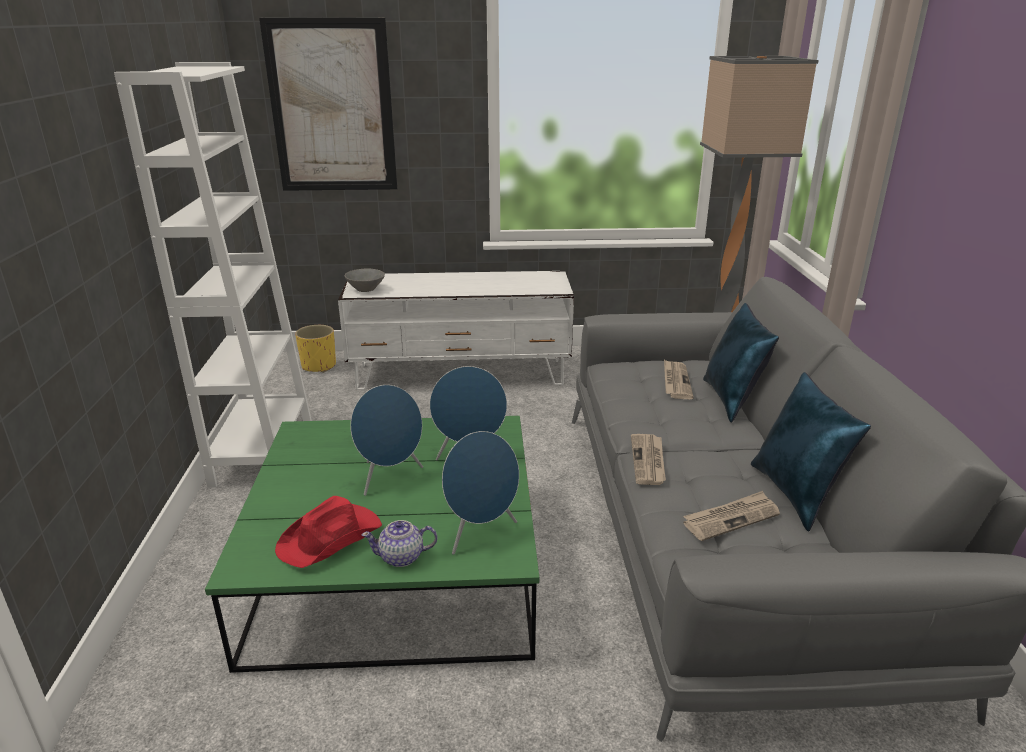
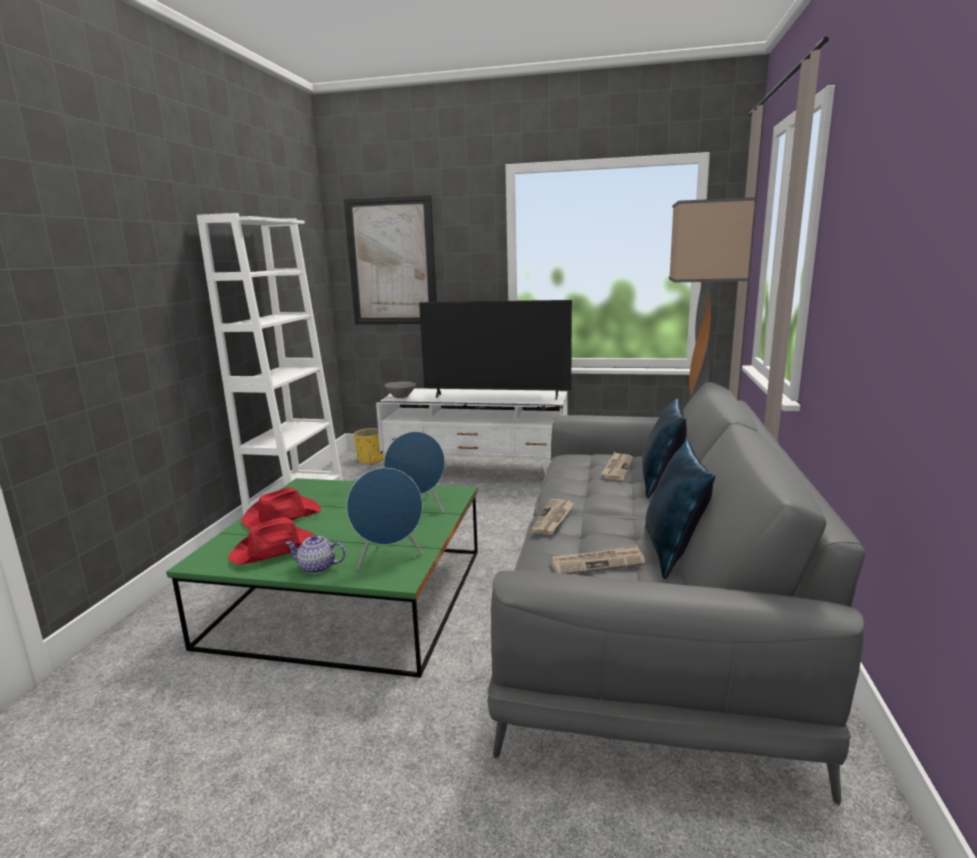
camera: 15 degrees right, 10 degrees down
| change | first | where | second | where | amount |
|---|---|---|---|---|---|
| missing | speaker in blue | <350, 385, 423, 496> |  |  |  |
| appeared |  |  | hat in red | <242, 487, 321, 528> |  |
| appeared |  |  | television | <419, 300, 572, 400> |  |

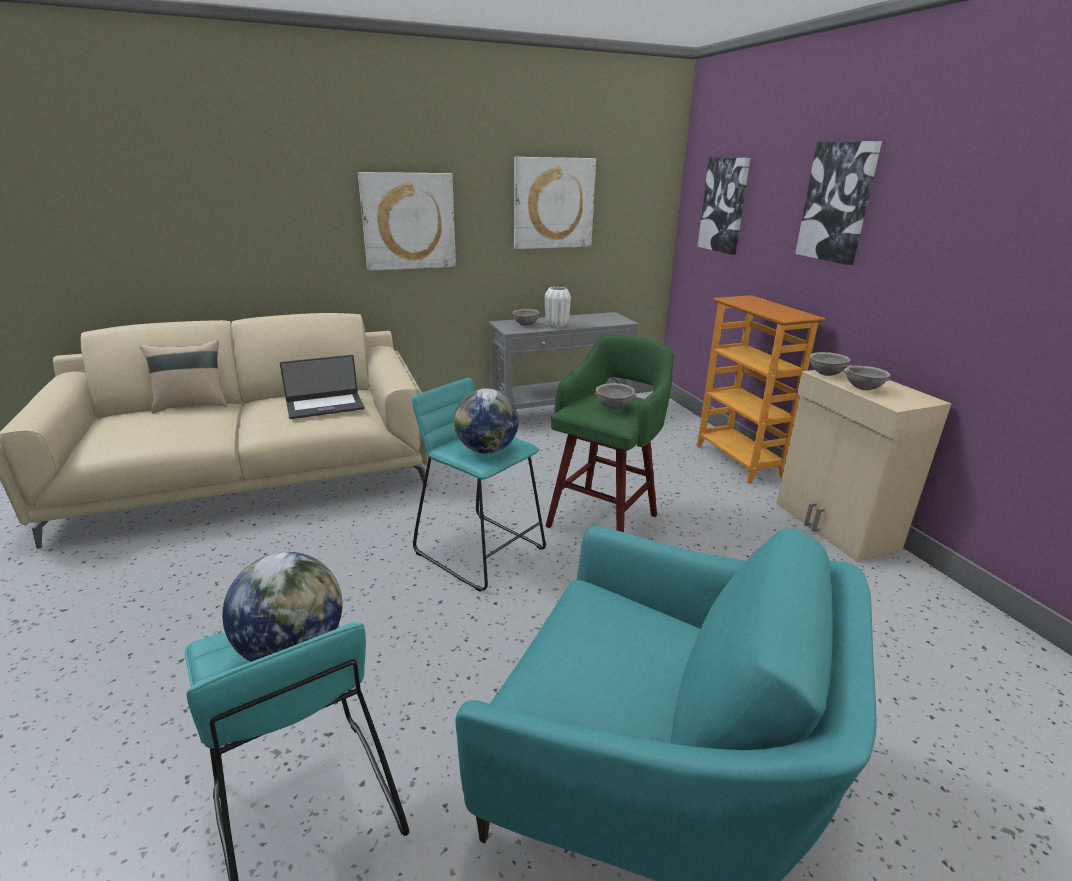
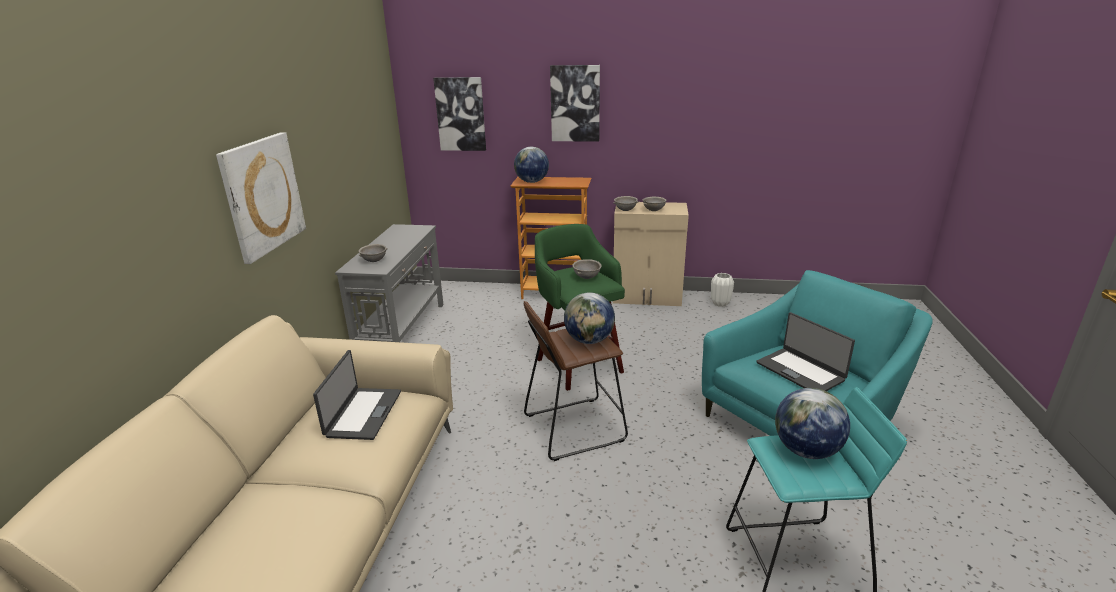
camera: 60 degrees left, 0 degrees up
| change | first | where | second | where | amount |
|---|---|---|---|---|---|
| missing | pillow in beige | <140, 340, 227, 413> |  |  |  |
| colour | stool in turquoise | <412, 378, 546, 592> | stool in brown | <524, 301, 628, 461> |  |
| missing | picture | <514, 157, 596, 249> |  |  |  |
| relocated | vase in white | <545, 287, 571, 328> |  | <711, 273, 734, 307> |  |
| appeared |  |  | globe | <514, 147, 549, 183> |  |
| appeared |  |  | laptop | <756, 312, 855, 391> |  |

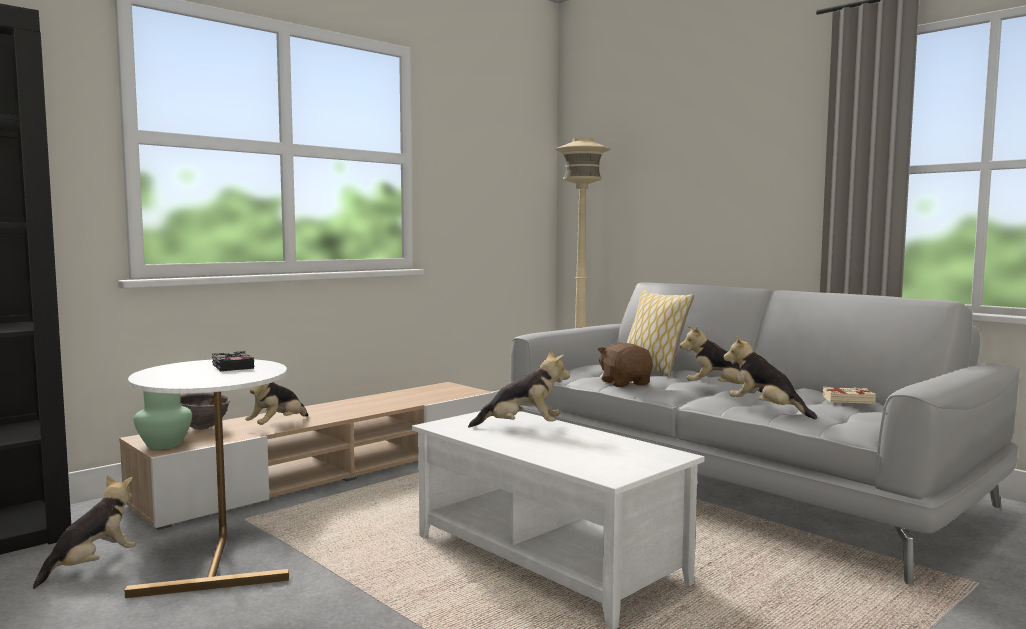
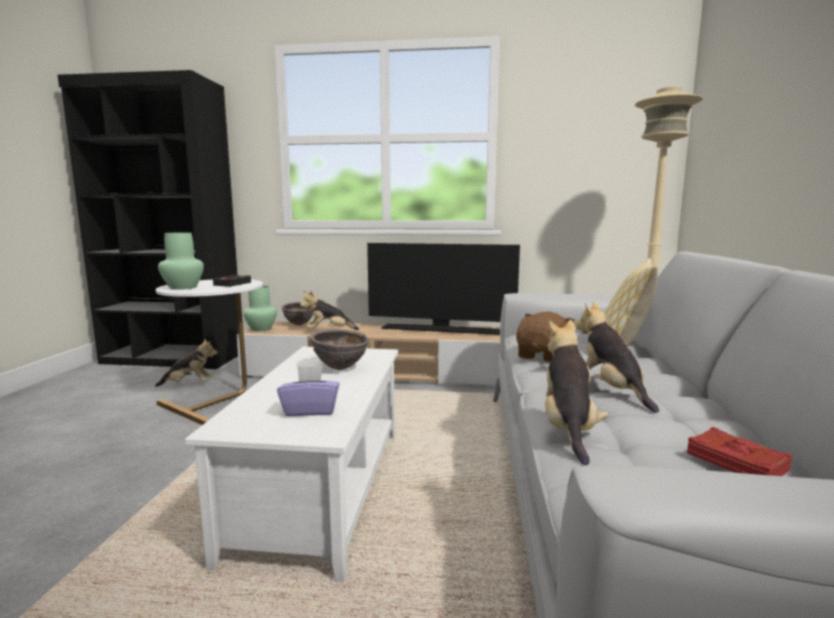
camera: 50 degrees right, 5 degrees up
| change | first | where | second | where | amount |
|---|---|---|---|---|---|
| exchanged | plush toy | <468, 350, 570, 428> | bowl in brown | <310, 329, 369, 370> |  |
| colour | book in beige | <823, 387, 876, 404> | book in red | <687, 427, 792, 476> |  |
| appeared |  |  | vase in green | <158, 232, 204, 290> |  |
| appeared |  |  | tissue box in purple | <277, 366, 339, 416> |  |
| appeared |  |  | television | <367, 243, 520, 335> |  |

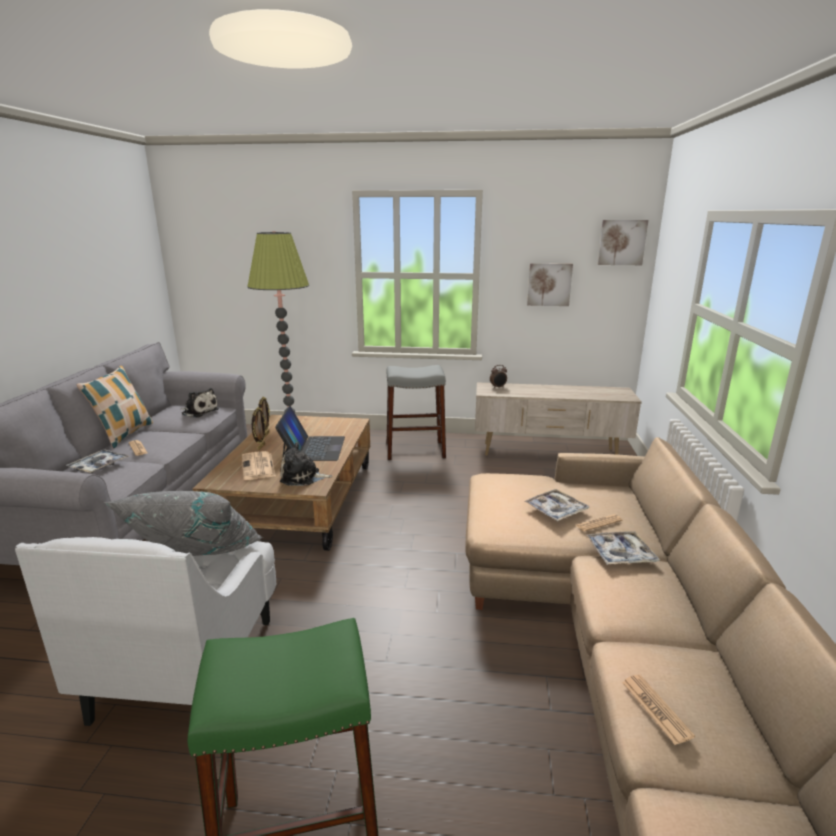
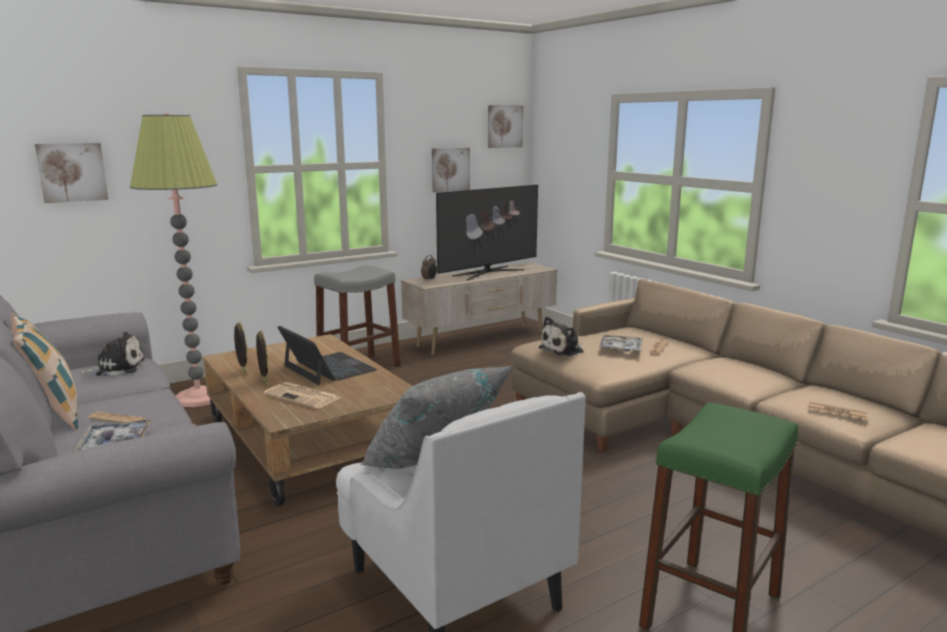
camera: 40 degrees left, 5 degrees down
| change | first | where | second | where | amount |
|---|---|---|---|---|---|
| relocated | plush toy | <280, 442, 332, 485> |  | <538, 317, 584, 356> |  |
| missing | tray | <586, 531, 660, 565> |  |  |  |
| appeared |  |  | picture | <35, 143, 109, 203> |  |
| appeared |  |  | television | <436, 185, 538, 280> |  |

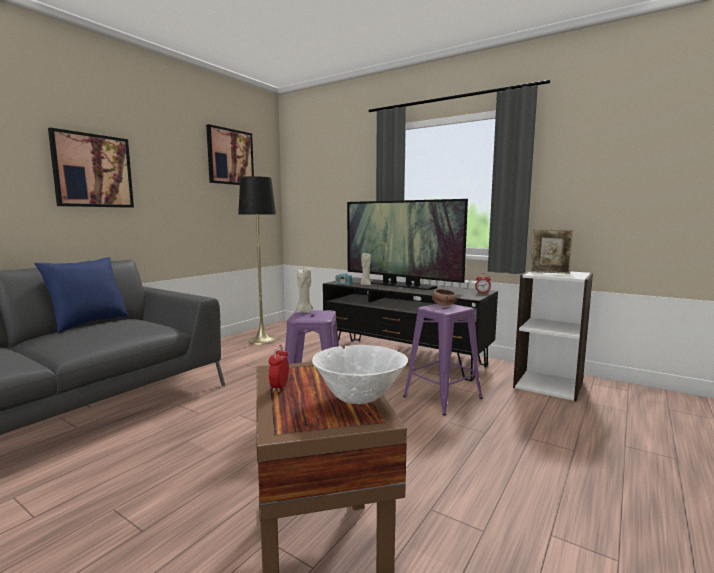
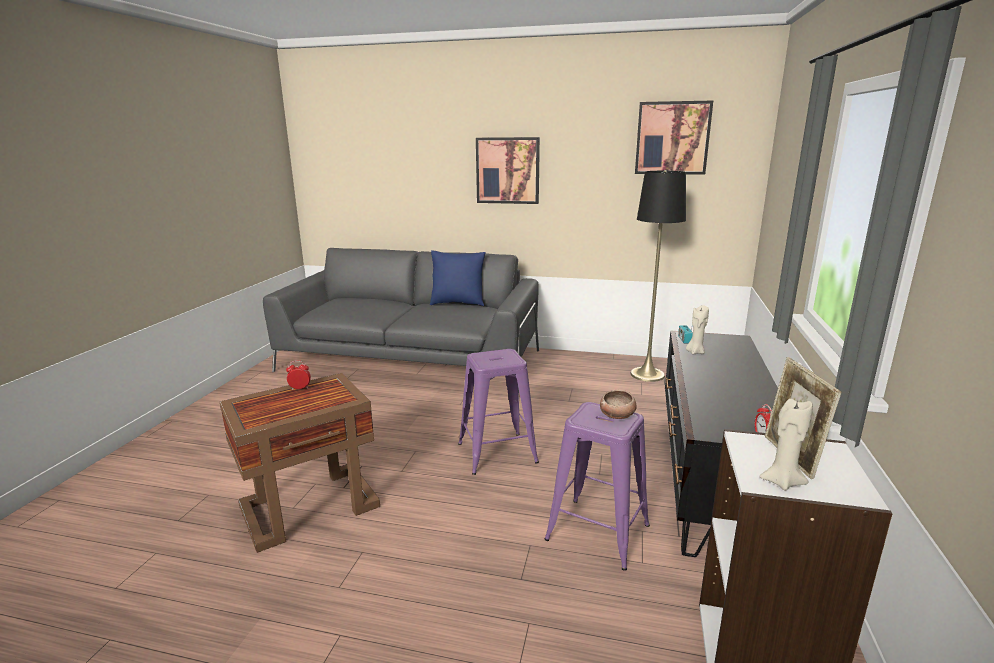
camera: 70 degrees right, 10 degrees up
| change | first | where | second | where | amount |
|---|---|---|---|---|---|
| relocated | candle in beige | <296, 267, 313, 313> |  | <759, 399, 813, 491> |  |
| missing | bowl in white | <312, 345, 408, 404> |  |  |  |
| missing | television | <347, 199, 468, 290> |  |  |  |

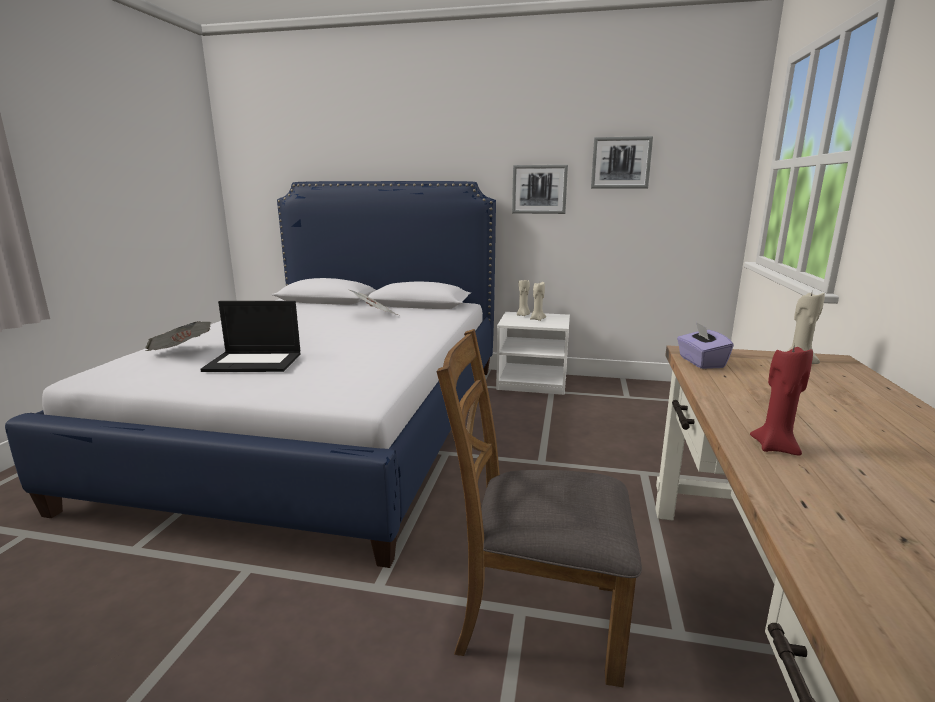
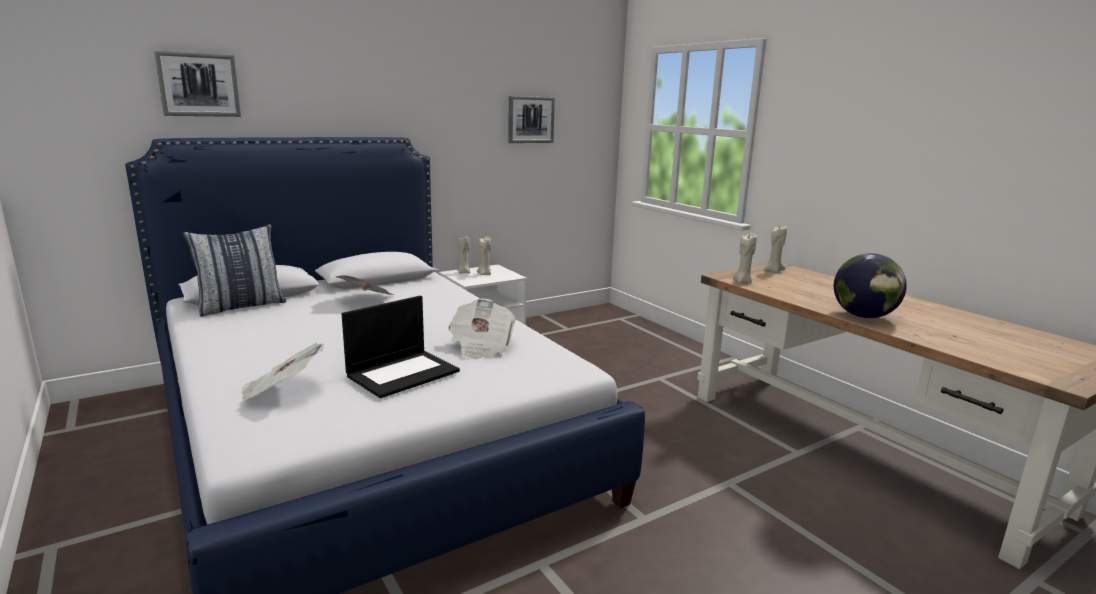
camera: 45 degrees left, 0 degrees up
| change | first | where | second | where | amount |
|---|---|---|---|---|---|
| missing | chair in brown | <436, 329, 642, 687> |  |  |  |
| relocated | picture | <512, 165, 568, 214> |  | <154, 51, 241, 117> |  |
| exchanged | tissue box in purple | <677, 322, 734, 369> | candle in beige | <733, 233, 757, 284> |  |
| exchanged | candle in red | <750, 343, 813, 456> | globe | <834, 253, 907, 318> |  |
| appeared |  |  | pillow | <183, 224, 286, 317> |  |
| appeared |  |  | newspaper | <448, 298, 516, 360> |  |

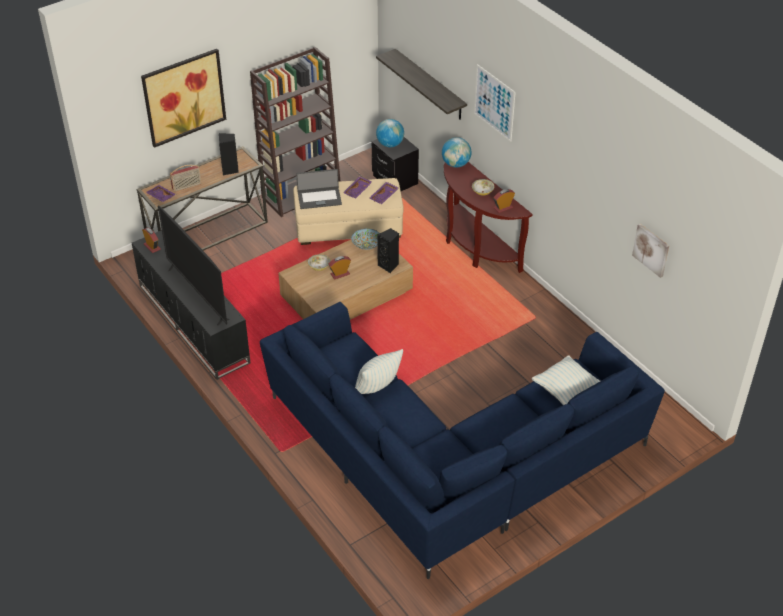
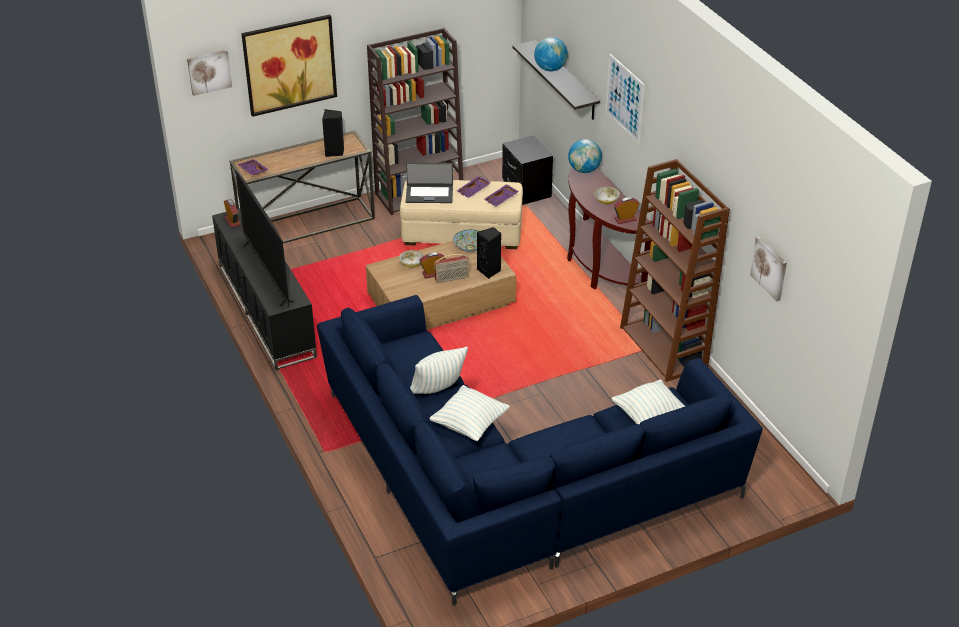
camera: 10 degrees right, 5 degrees down
| change | first | where | second | where | amount |
|---|---|---|---|---|---|
| relocated | radio | <170, 165, 201, 191> |  | <434, 254, 469, 283> |  |
| relocated | globe | <376, 119, 404, 147> |  | <534, 37, 568, 71> |  |
| appeared |  |  | picture | <187, 50, 232, 96> |  |
| appeared |  |  | pillow | <430, 385, 510, 441> |  |
| appeared |  |  | bookcase in brown | <620, 159, 730, 382> |  |

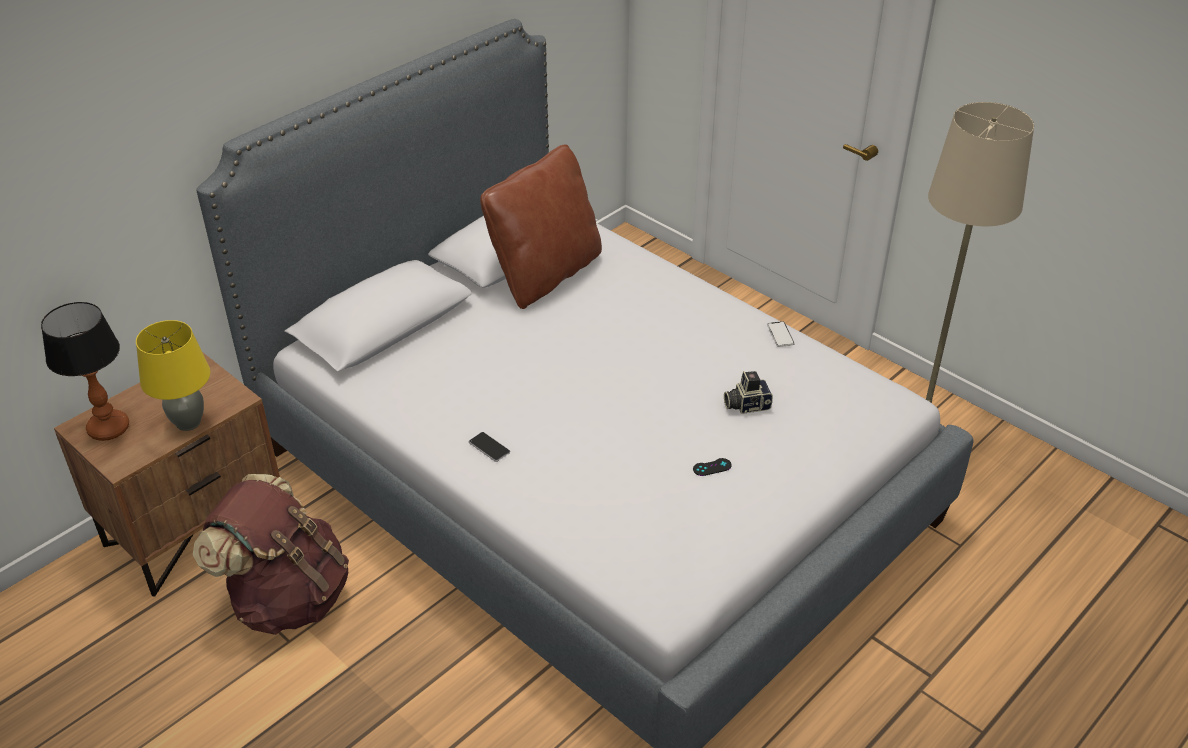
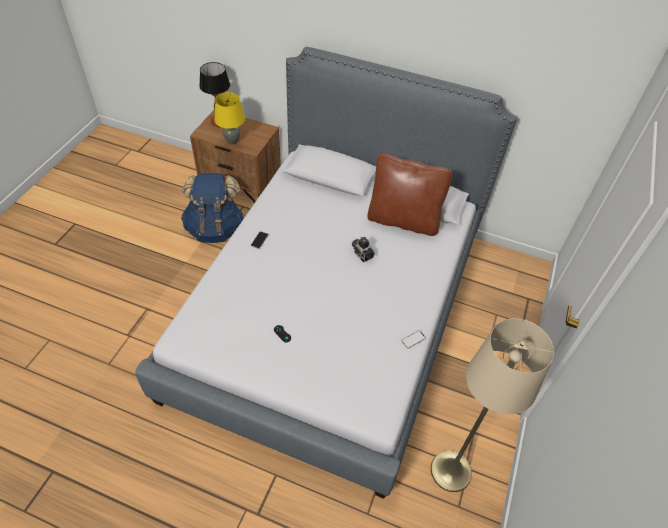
camera: 65 degrees right, 10 degrees up
| change | first | where | second | where | amount |
|---|---|---|---|---|---|
| colour | backpack in brown | <193, 474, 349, 635> | backpack in blue | <181, 173, 244, 243> |  |
| relocated | photo camera | <724, 371, 773, 414> |  | <352, 236, 375, 263> |  |

